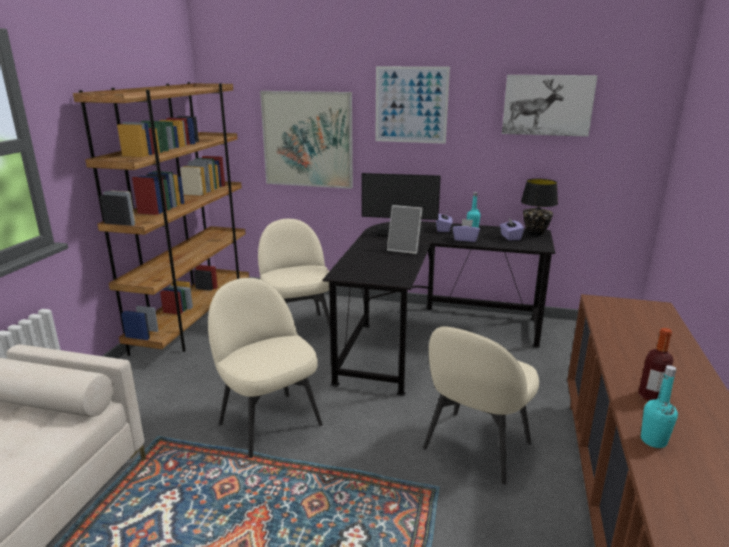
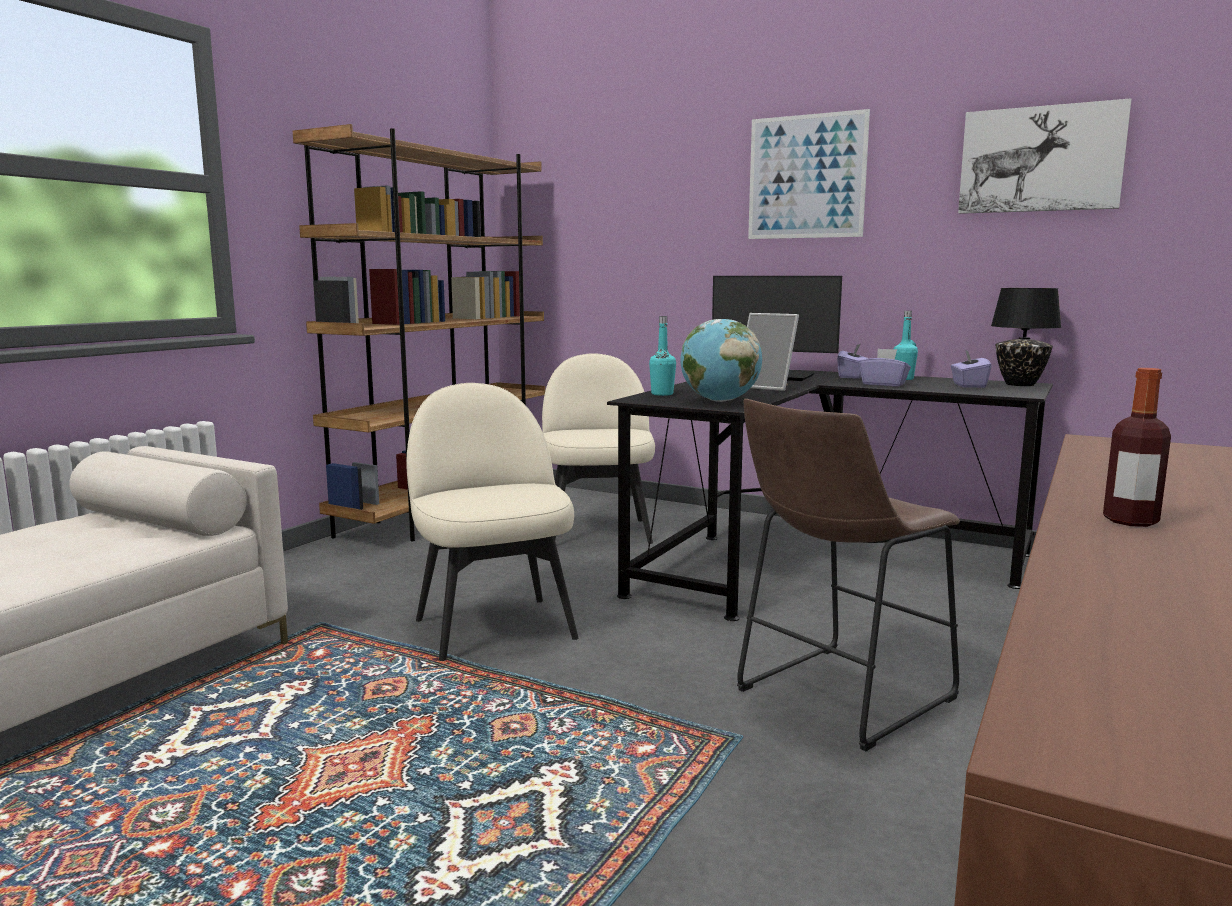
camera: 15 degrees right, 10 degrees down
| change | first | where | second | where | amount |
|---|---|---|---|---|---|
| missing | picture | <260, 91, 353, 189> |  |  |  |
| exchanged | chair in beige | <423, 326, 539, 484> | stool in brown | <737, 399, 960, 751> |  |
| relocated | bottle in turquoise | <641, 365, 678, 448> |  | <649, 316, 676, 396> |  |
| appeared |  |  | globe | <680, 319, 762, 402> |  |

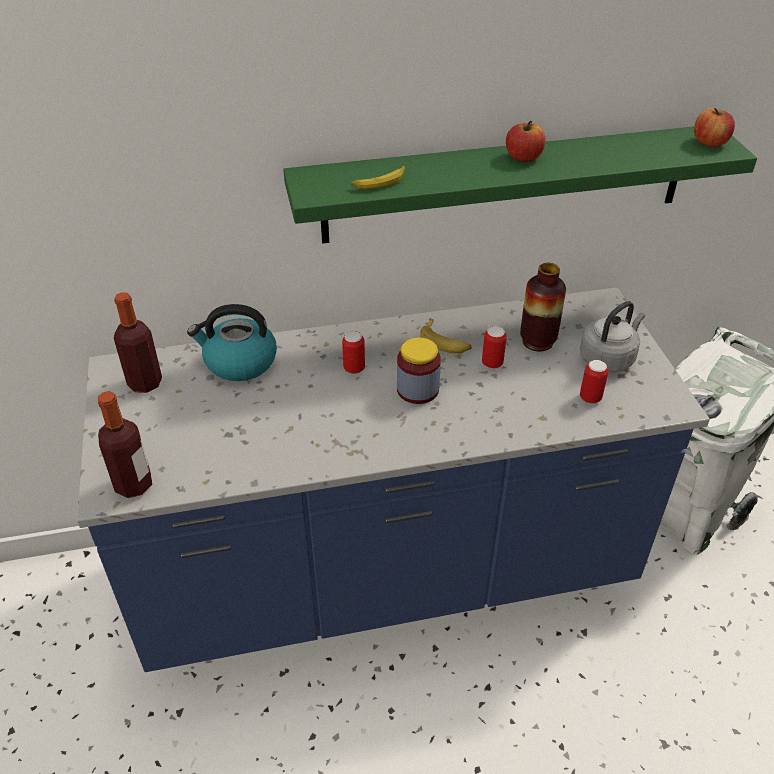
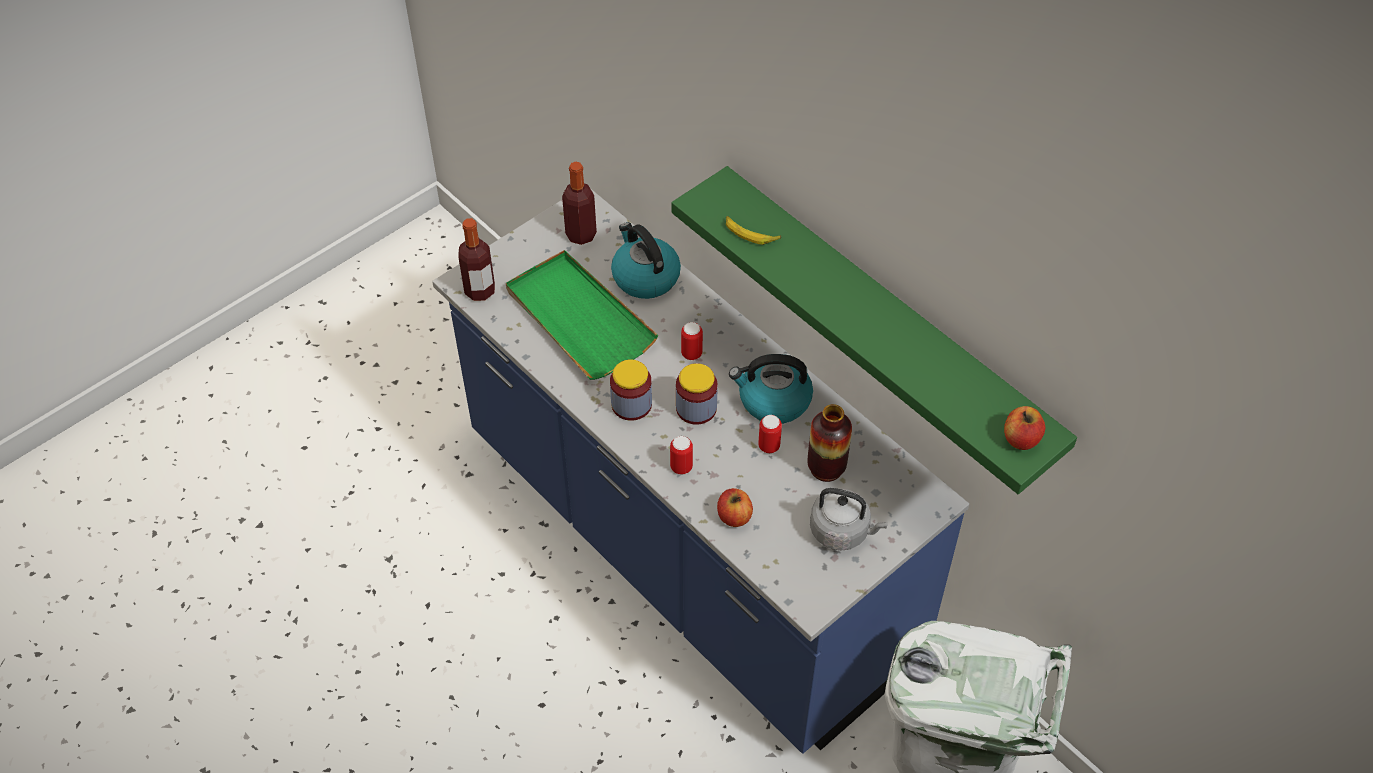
camera: 60 degrees right, 10 degrees up
| change | first | where | second | where | amount |
|---|---|---|---|---|---|
| exchanged | banana | <420, 319, 471, 353> | kettle | <729, 354, 813, 424> |  |
| relocated | apple | <506, 120, 546, 162> |  | <717, 488, 753, 527> |  |
| relocated | can | <580, 360, 609, 404> |  | <670, 436, 693, 475> |  |
| appeared |  |  | tray in green | <506, 250, 658, 380> |  |
| appeared |  |  | jar | <610, 359, 652, 421> |  |

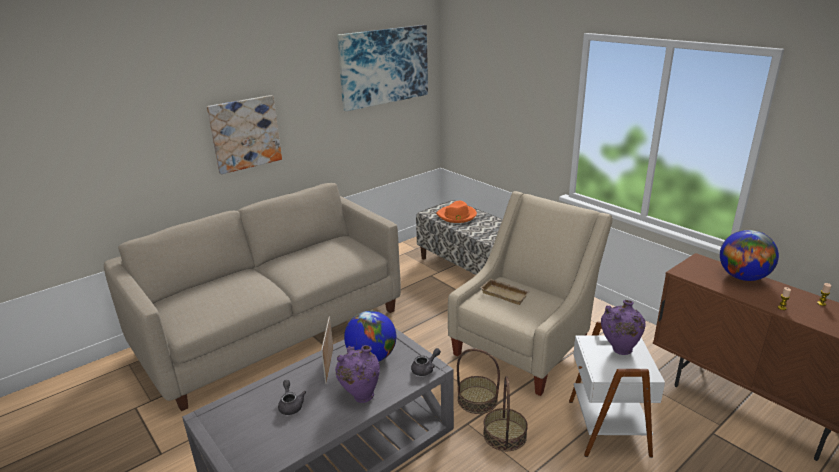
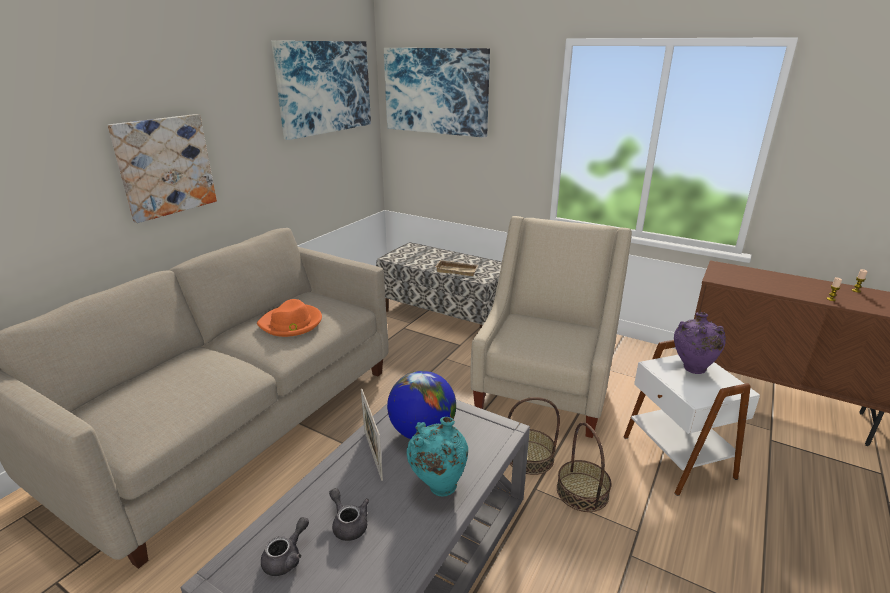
camera: 20 degrees left, 0 degrees up
| change | first | where | second | where | amount |
|---|---|---|---|---|---|
| colour | vase in purple | <335, 345, 380, 403> | vase in turquoise | <406, 417, 468, 497> |  |
| relocated | teapot in grey | <411, 348, 441, 376> |  | <261, 517, 309, 576> |  |
| relocated | hat in orange | <436, 201, 477, 223> |  | <257, 299, 322, 337> |  |
| relocated | tray in beige | <480, 278, 531, 305> |  | <435, 260, 479, 276> |  |
| missing | globe | <720, 230, 779, 281> |  |  |  |
| appeared |  |  | picture | <384, 48, 490, 138> |  |

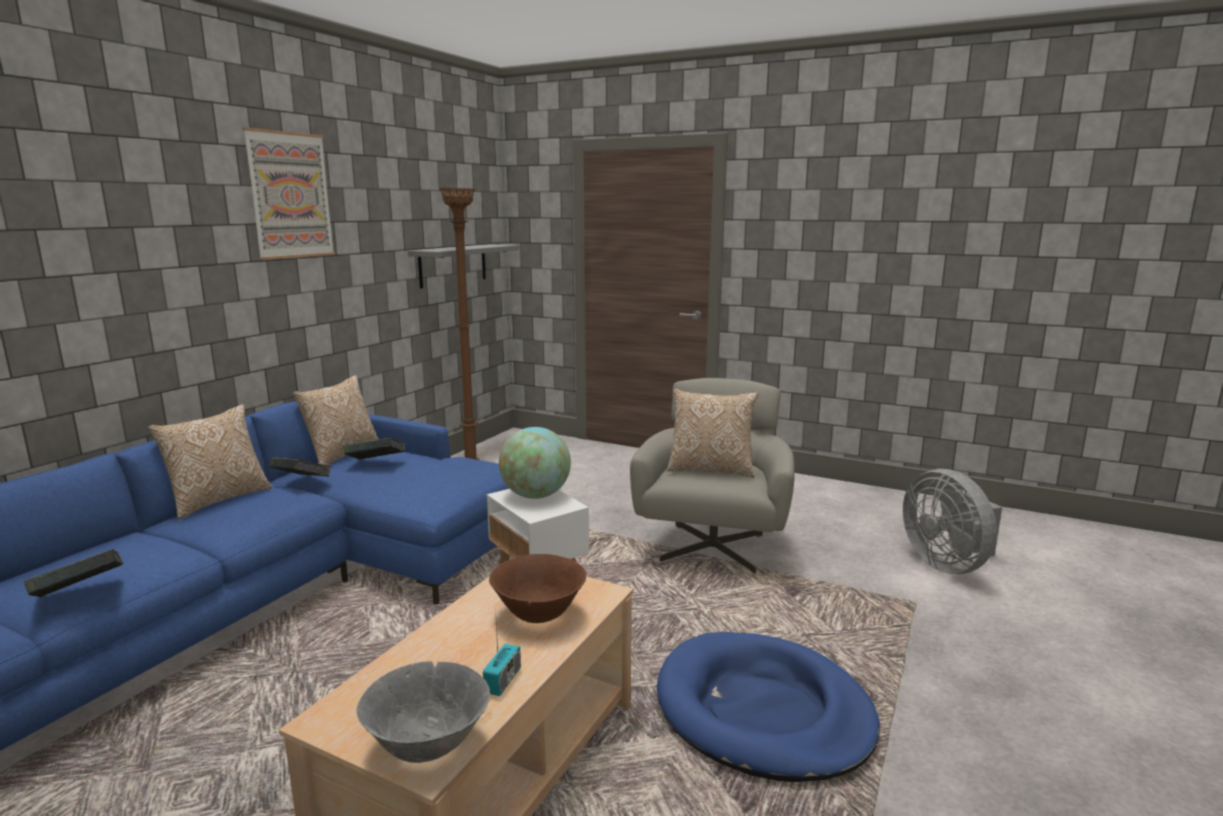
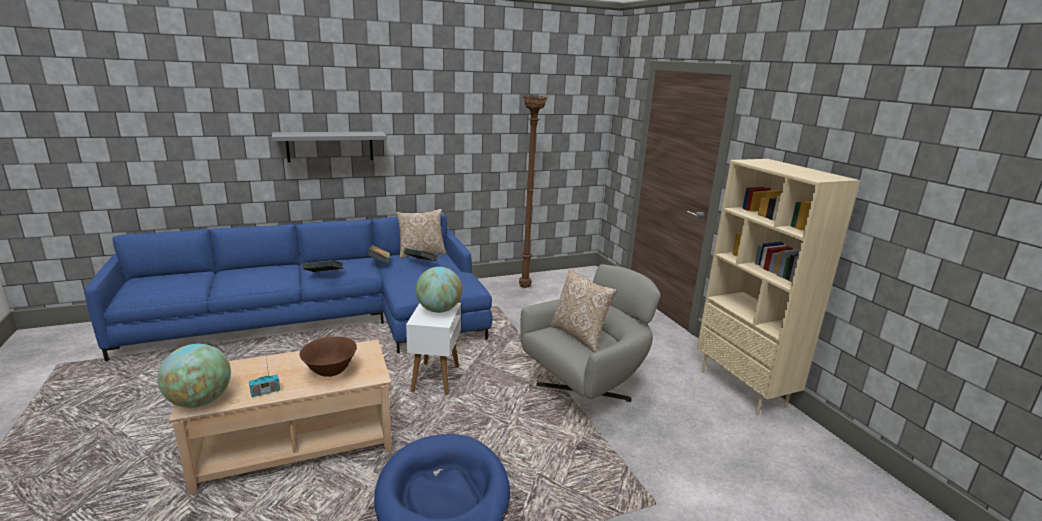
camera: 40 degrees right, 5 degrees up
| change | first | where | second | where | amount |
|---|---|---|---|---|---|
| relocated | book | <23, 549, 124, 597> |  | <302, 260, 343, 272> |  |
| missing | pillow | <149, 404, 272, 519> |  |  |  |
| missing | picture | <242, 127, 335, 260> |  |  |  |
| exchanged | bowl in grey | <357, 661, 490, 763> | globe | <158, 344, 231, 408> |  |
| relocated | shelf in grey | <408, 244, 519, 288> |  | <272, 132, 387, 162> |  |
| missing | fan in grey | <903, 469, 1002, 574> |  |  |  |
| appeared |  |  | bookcase in beige | <697, 159, 860, 415> |  |

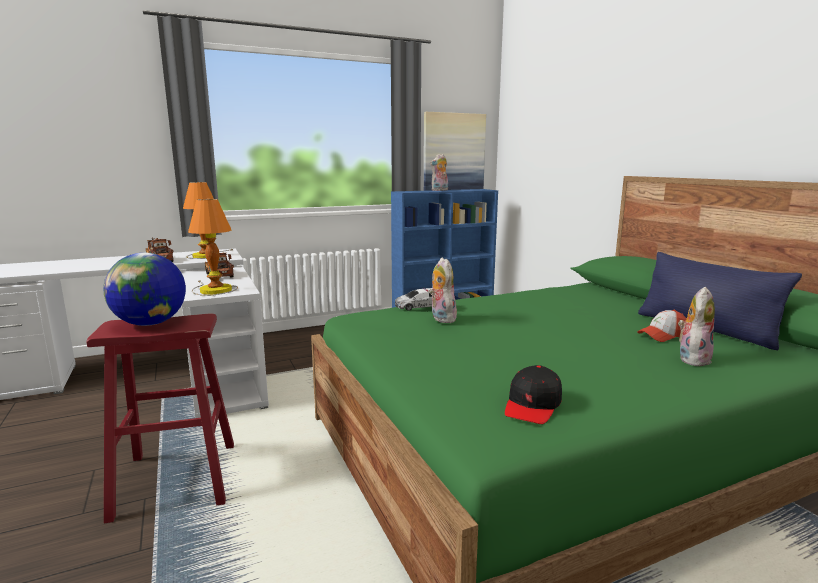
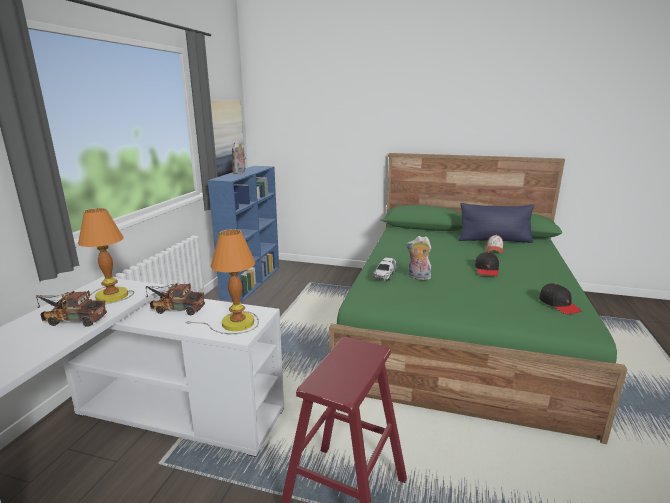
camera: 50 degrees left, 5 degrees up
| change | first | where | second | where | amount |
|---|---|---|---|---|---|
| missing | globe | <103, 253, 186, 326> |  |  |  |
| missing | plush toy | <678, 287, 715, 366> |  |  |  |
| appeared |  |  | cap in black | <475, 252, 499, 276> |  |

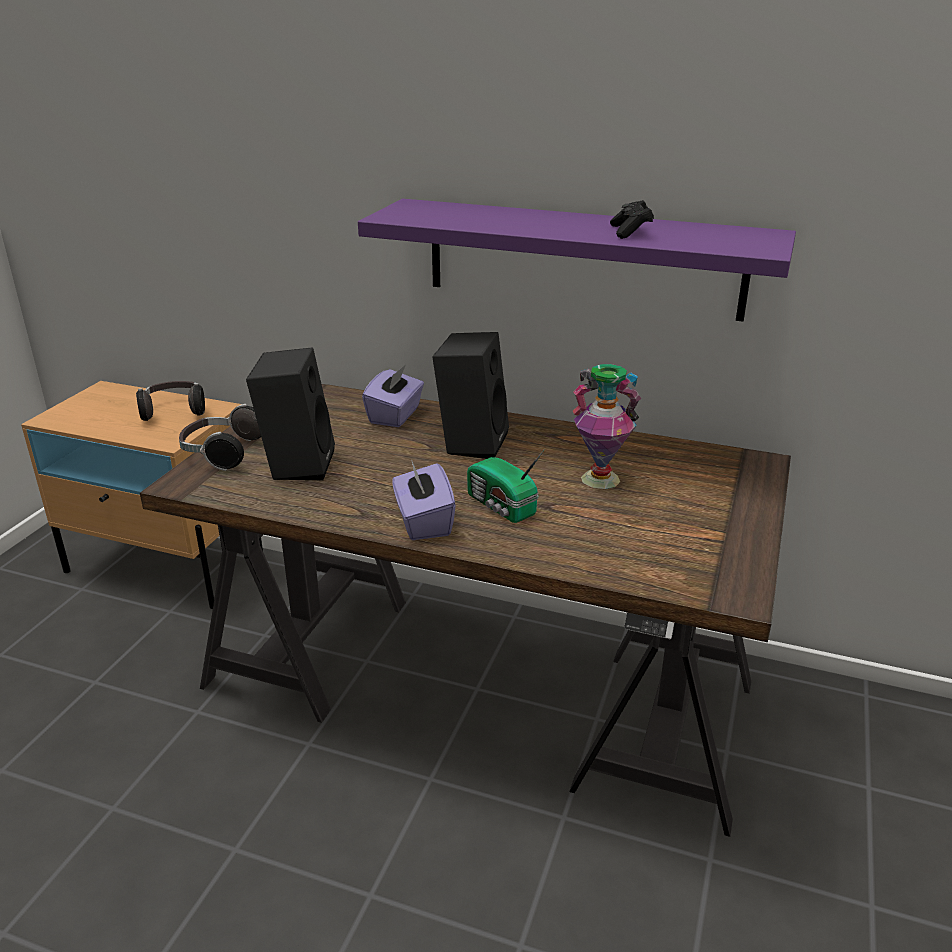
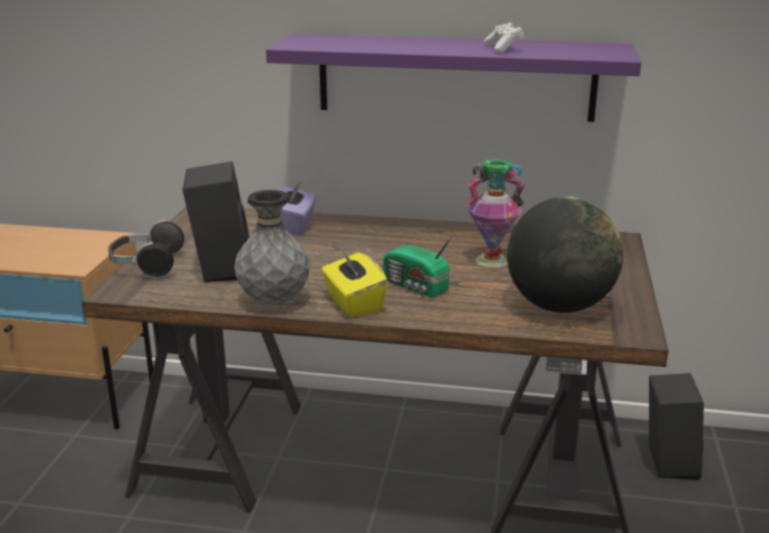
camera: 10 degrees left, 5 degrees down
| change | first | where | second | where | amount |
|---|---|---|---|---|---|
| missing | headphones | <136, 381, 205, 421> |  |  |  |
| colour | tissue box in purple | <392, 459, 456, 540> | tissue box in yellow | <321, 249, 388, 317> |  |
| relocated | speaker in black | <432, 332, 509, 459> |  | <649, 373, 704, 480> |  |
| colour | game controller in black | <610, 200, 654, 239> | game controller in white | <484, 23, 524, 53> |  |
| appeared |  |  | vase in grey | <234, 190, 310, 305> |  |
| appeared |  |  | globe | <507, 197, 623, 313> |  |

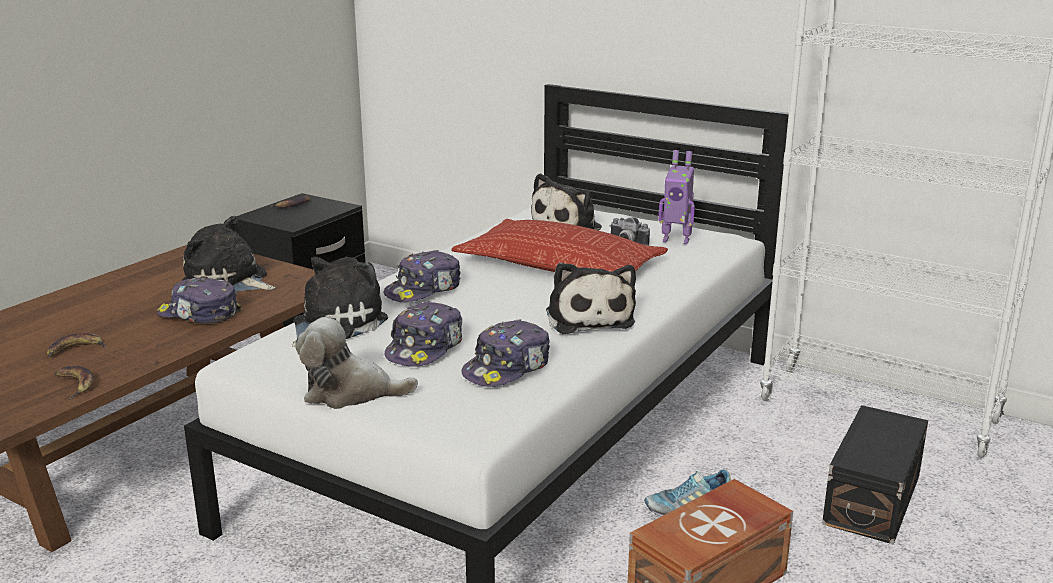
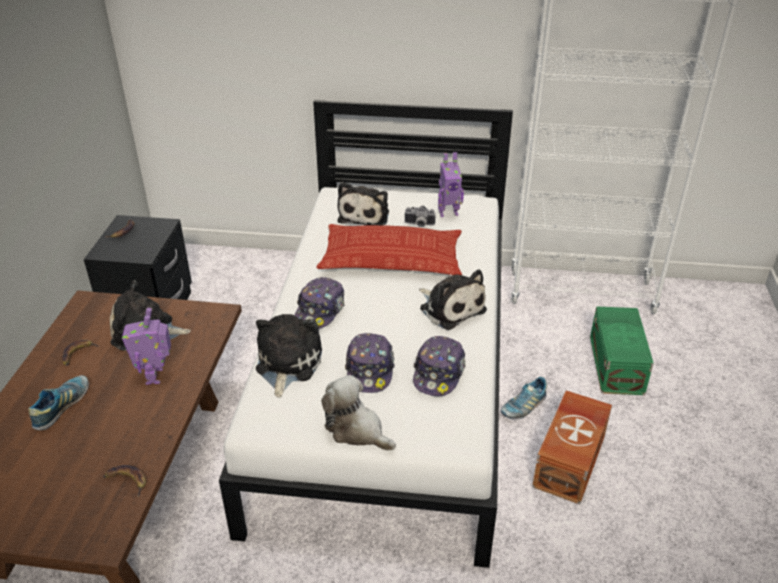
camera: 25 degrees left, 15 degrees up
| change | first | where | second | where | amount |
|---|---|---|---|---|---|
| relocated | banana | <47, 333, 107, 357> |  | <61, 339, 99, 366> |  |
| exchanged | cap | <157, 276, 241, 323> | toy robot | <122, 308, 171, 385> |  |
| spun | plush toy | <295, 317, 418, 409> |  | <321, 375, 396, 451> | 60 degrees clockwise |
| colour | storage box in black | <822, 405, 928, 545> | storage box in green | <590, 306, 654, 395> |  |
| appeared |  |  | shoe | <28, 375, 89, 430> |  |

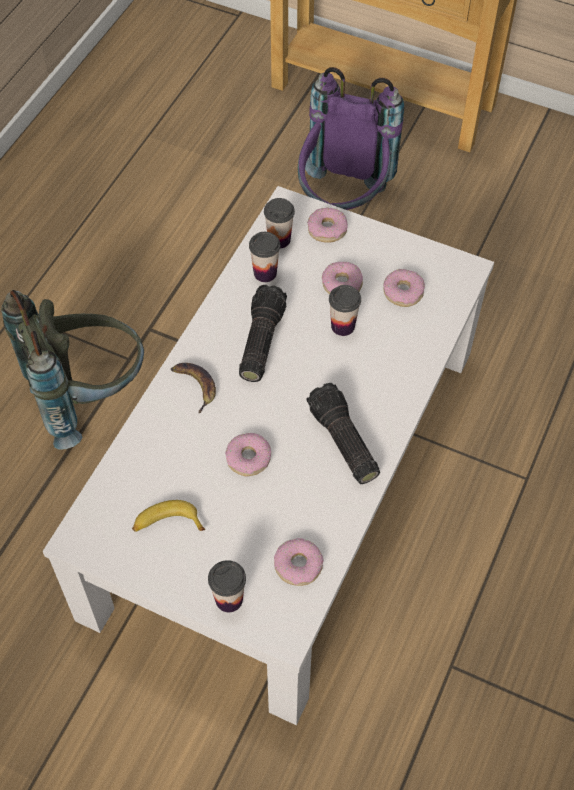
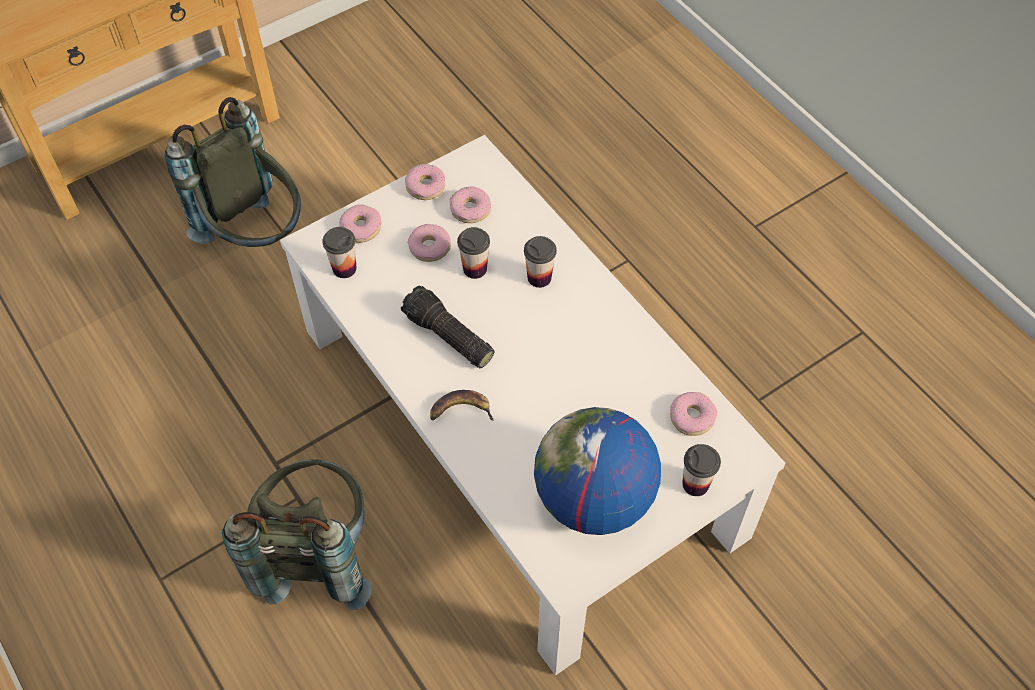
camera: 60 degrees left, 0 degrees up
| change | first | where | second | where | amount |
|---|---|---|---|---|---|
| exchanged | banana | <132, 500, 205, 532> | globe | <534, 407, 661, 535> |  |
| relocated | donut | <225, 433, 271, 476> |  | <405, 164, 445, 200> |  |
| relocated | cup | <249, 232, 280, 282> |  | <524, 236, 557, 288> |  |
| colour | backpack in purple | <298, 67, 404, 210> | backpack in grey | <164, 97, 301, 247> |  |
| missing | flashlight | <306, 383, 380, 484> |  |  |  |

